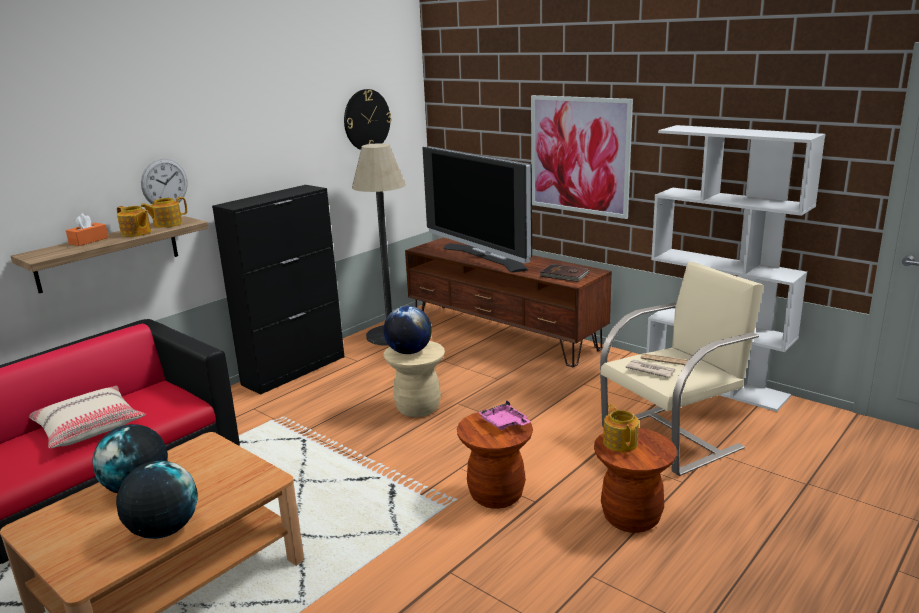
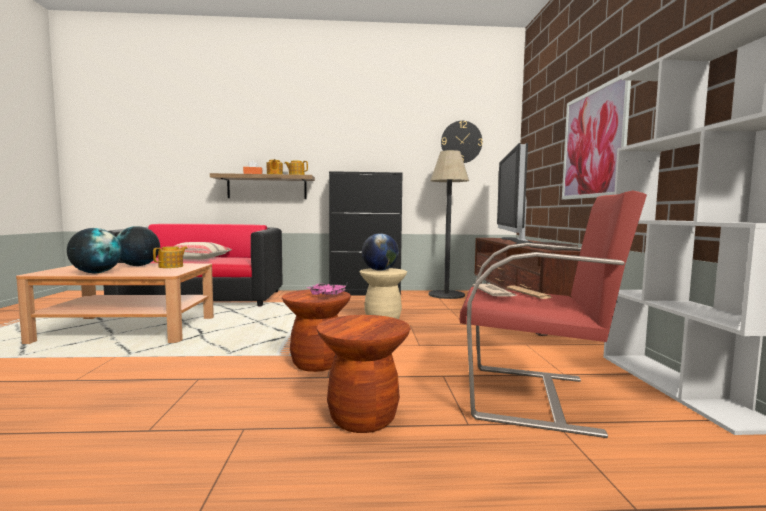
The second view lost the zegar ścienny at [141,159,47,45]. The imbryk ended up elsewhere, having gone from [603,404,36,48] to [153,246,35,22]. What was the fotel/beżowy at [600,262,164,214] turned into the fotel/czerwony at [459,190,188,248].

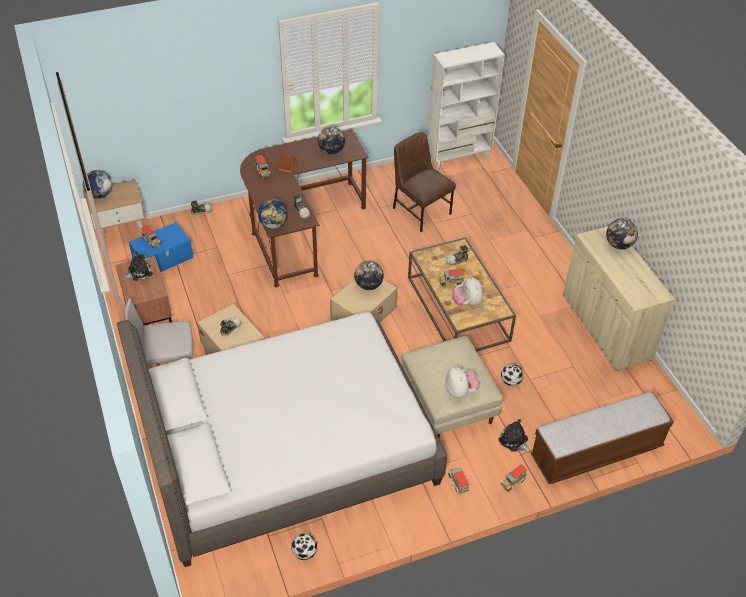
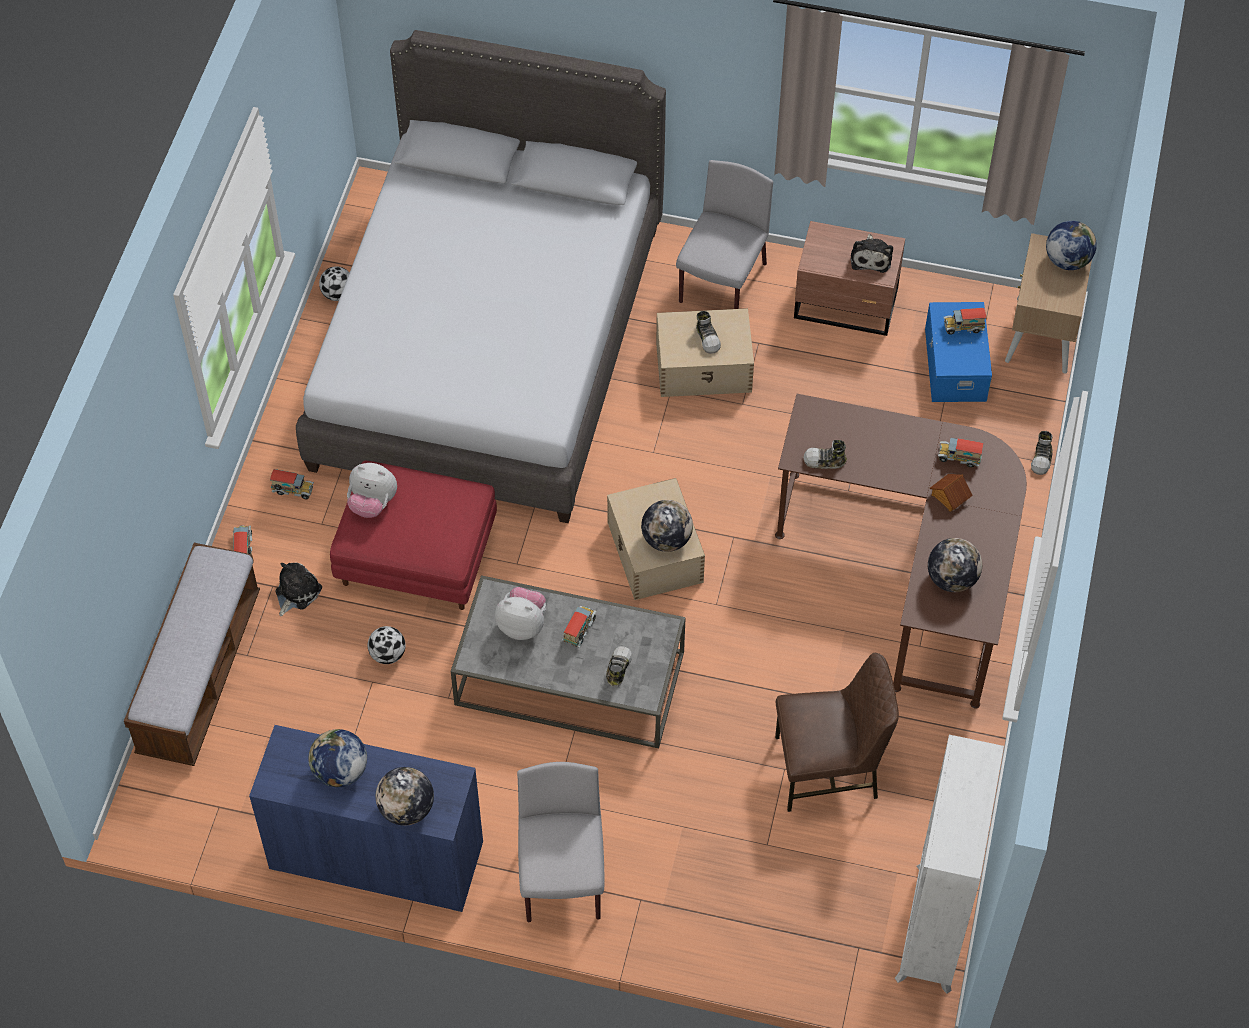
The second view gained the krzesło/szary at [517,762,88,160]. The globus ended up elsewhere, having gone from [258,199,30,30] to [308,729,59,58]. What was the pufa/beżowy at [401,336,102,102] turned into the pufa/czerwony at [330,461,167,149]. What was the ława/brązowy at [408,237,108,114] turned into the ława/szary at [451,575,235,173]. What was the szafka/beżowy at [563,226,112,145] turned into the szafka/niebieski at [249,725,234,187]. The pluszak at [499,419,33,33] ended up facing another way, 45 degrees counterclockwise from before.

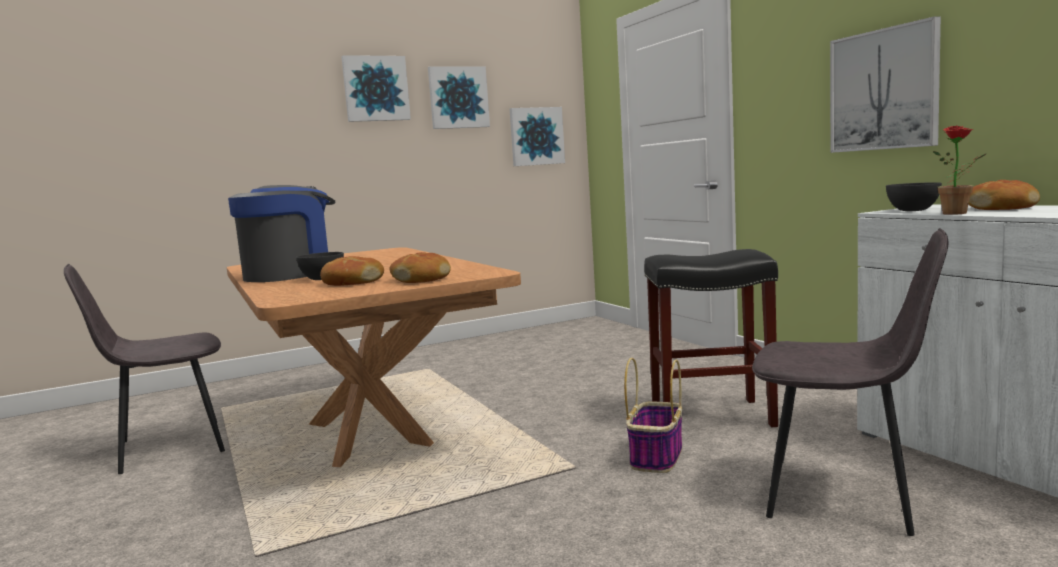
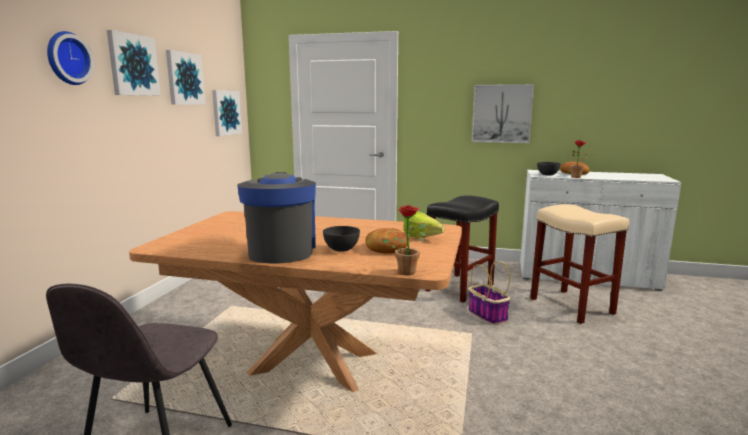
The second view gained the zegar ścienny at [47,31,47,54]. The second view gained the roślina doniczkowa at [381,205,45,70]. Where the chleb stood at [389,252,62,31], the sałata came to stand at [403,211,41,27]. Where the krzesło/szary stood at [752,228,197,308], the stołek/beżowy came to stand at [530,204,99,120].

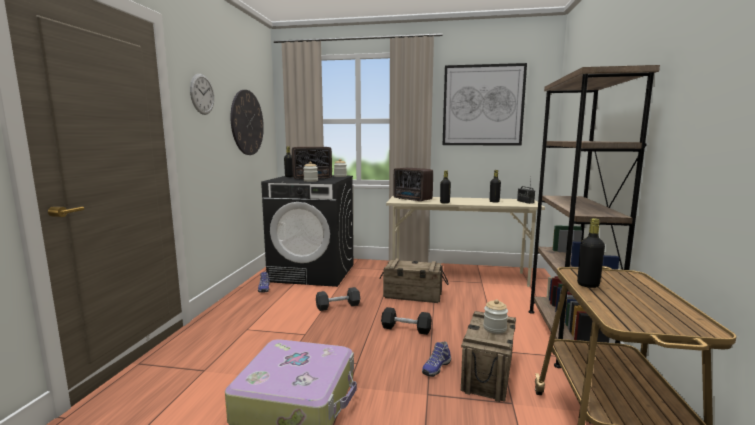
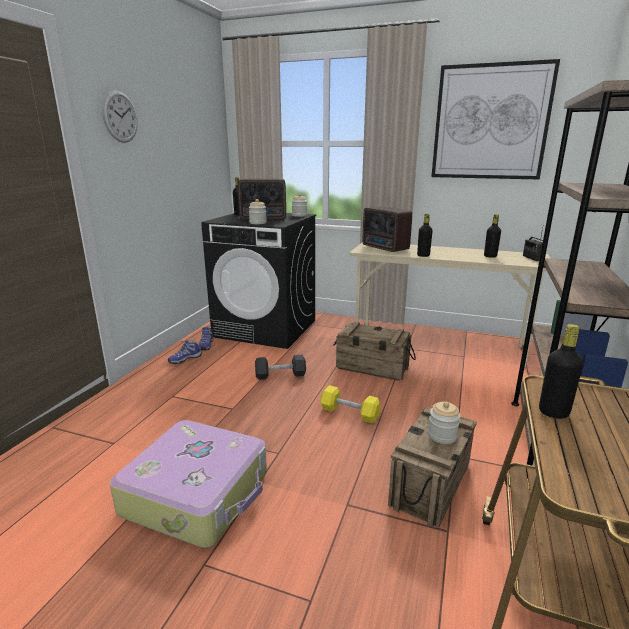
The second view lost the zegar ścienny at [231,90,33,65]. The but ended up elsewhere, having gone from [422,341,29,36] to [168,340,34,24]. What was the hantel/czarny at [381,307,51,28] turned into the hantel/żółty at [320,385,61,38].

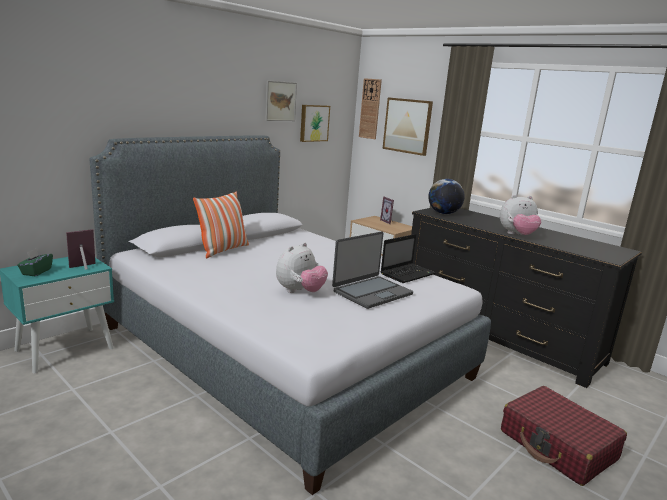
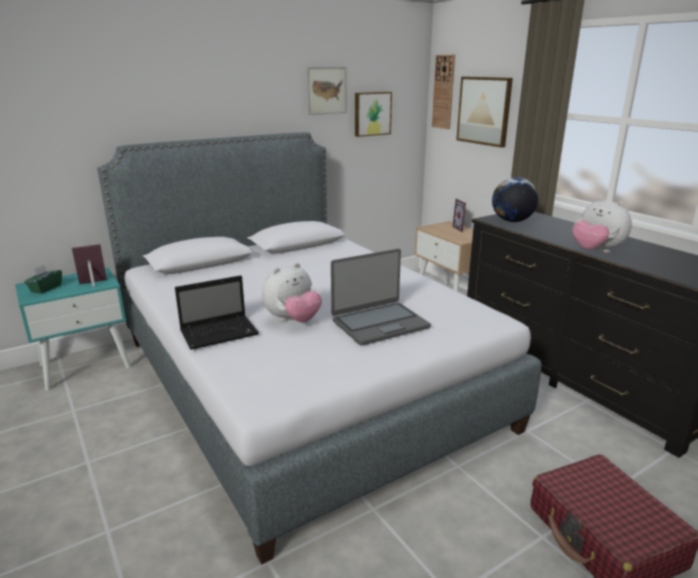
The second view lost the poduszka at [193,191,56,67]. The laptop ended up elsewhere, having gone from [381,234,55,49] to [175,275,84,75]. The pluszak at [500,195,41,40] ended up facing another way, 45 degrees clockwise from before.

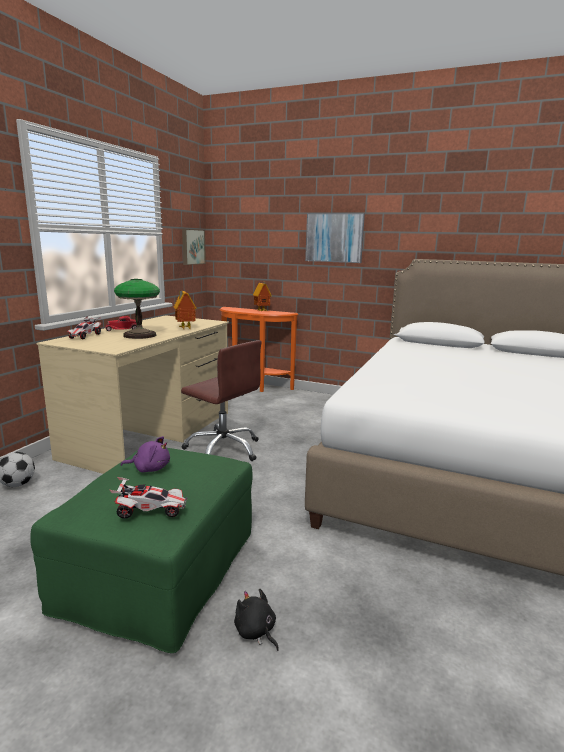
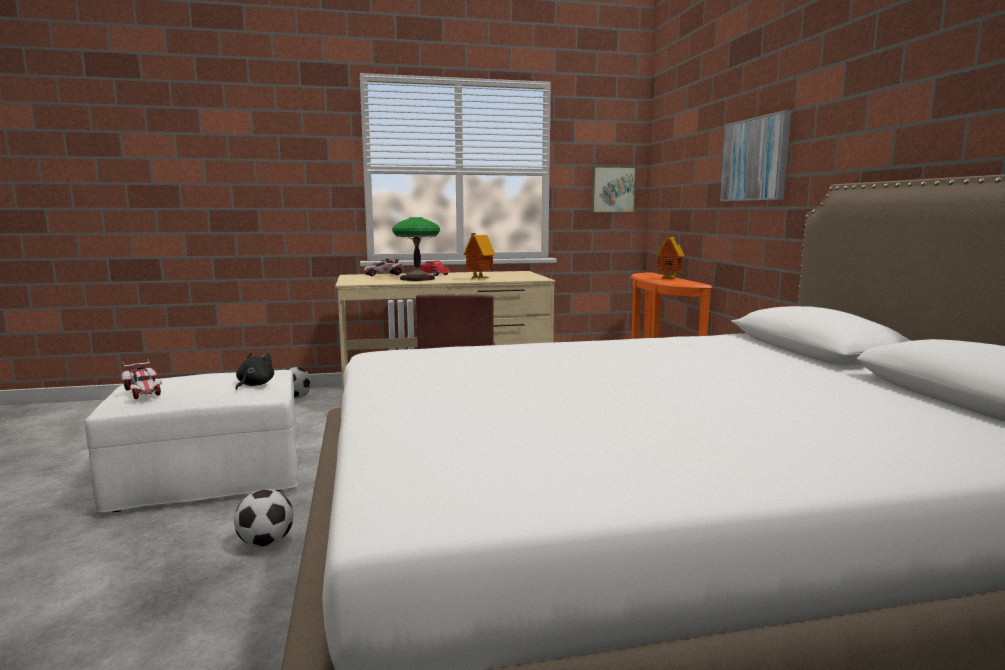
The second view lost the pluszak/fioletowy at [121,436,49,36]. The second view gained the piłka futbolowa at [234,489,59,58]. The pluszak/czarny ended up elsewhere, having gone from [234,589,45,62] to [235,352,39,38]. What was the pufa/zielony at [30,448,222,205] turned into the pufa/biały at [85,370,213,143].

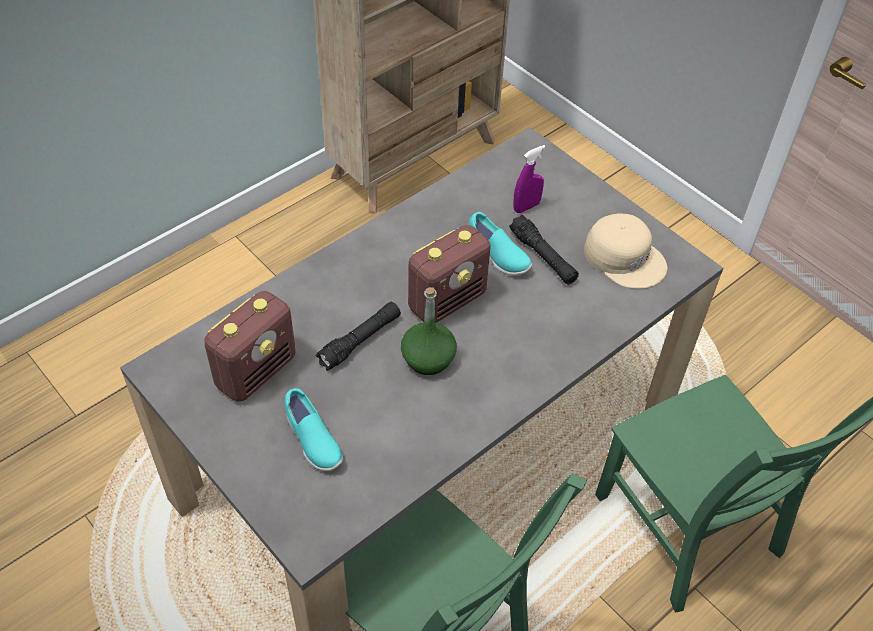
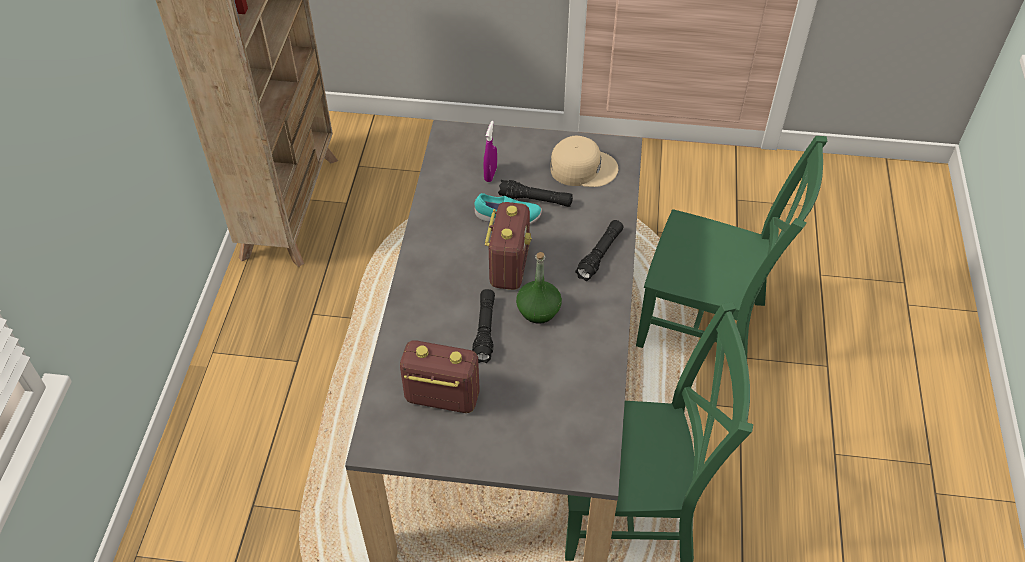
The second view lost the but/turkusowy at [285,388,58,83]. The second view gained the latarka/czarny at [575,220,48,61]. The radio at [204,291,92,111] ended up facing another way, 75 degrees counterclockwise from before.

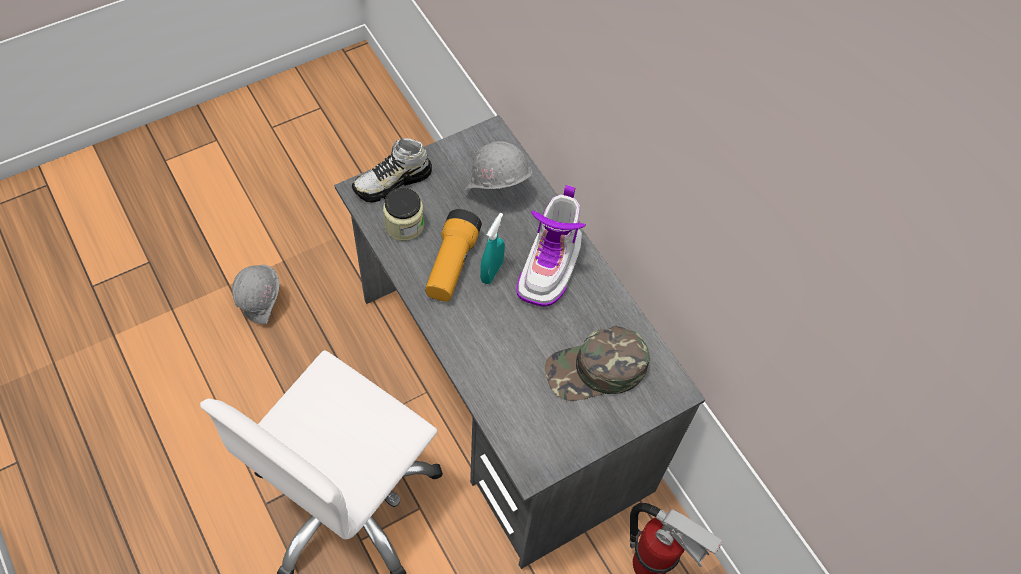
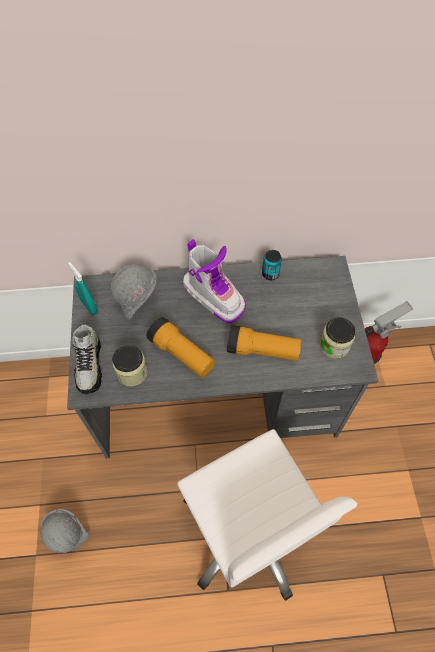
The second view lost the czapka z daszkiem/zielony at [545,325,104,76]. The second view gained the latarka at [227,325,75,36]. The second view gained the puszka at [262,250,20,30]. The second view gained the słoik at [320,317,35,41]. The spryskiwacz/turkusowy ended up elsewhere, having gone from [480,213,25,71] to [68,262,30,53].

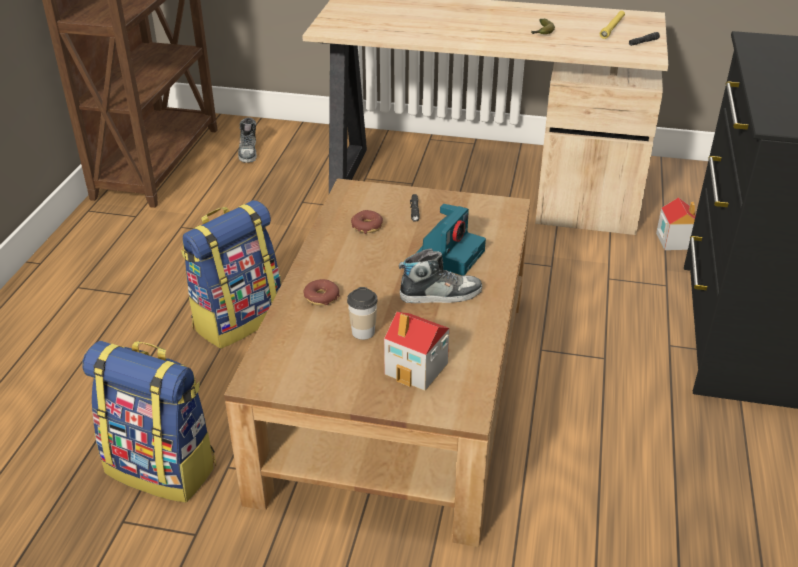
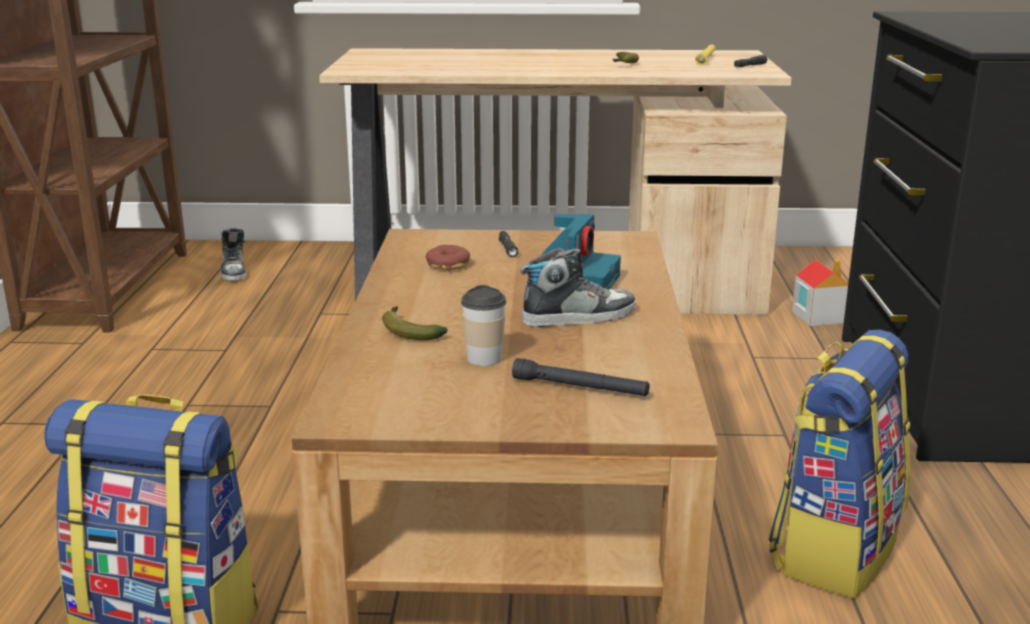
The plecak ended up elsewhere, having gone from [181,200,100,149] to [768,330,143,268]. Where the donut stood at [303,279,37,27], the banan came to stand at [382,306,66,34]. Where the domek stood at [384,312,65,79], the latarka/czarny came to stand at [512,358,138,38].

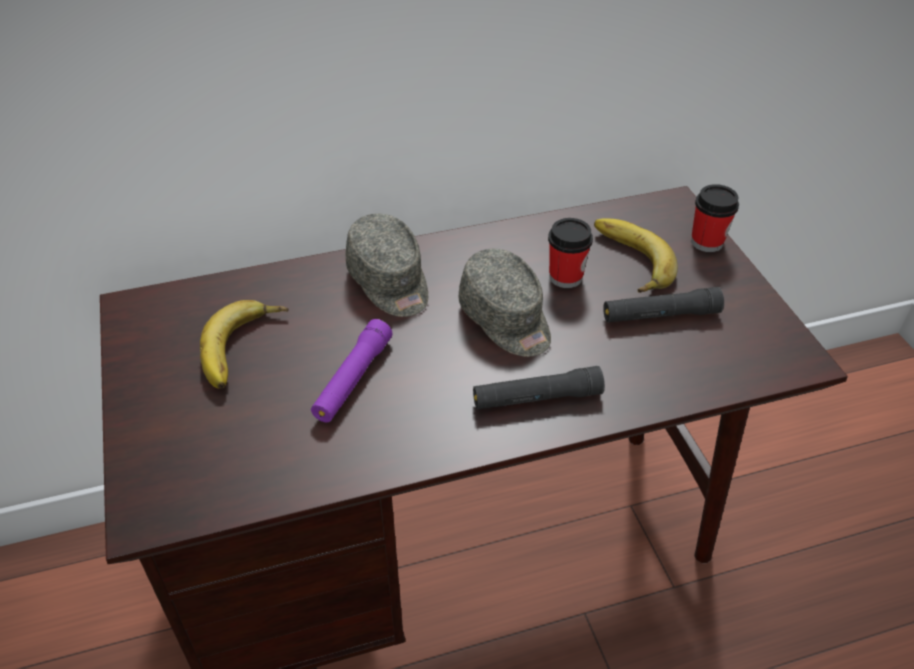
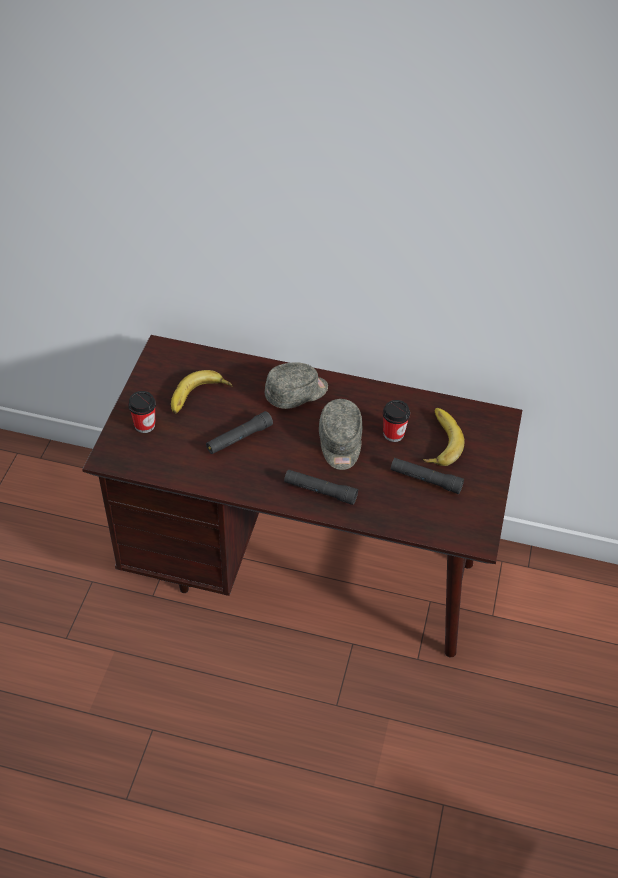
The filiżanka ended up elsewhere, having gone from [691,184,48,68] to [128,391,28,42]. What was the latarka/fioletowy at [311,319,81,103] turned into the latarka/czarny at [206,411,67,43]. The czapka z daszkiem/szary at [345,214,83,103] ended up facing another way, 120 degrees counterclockwise from before.

